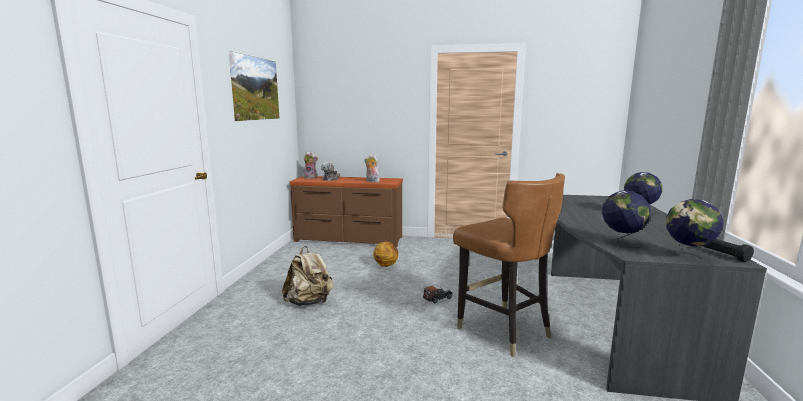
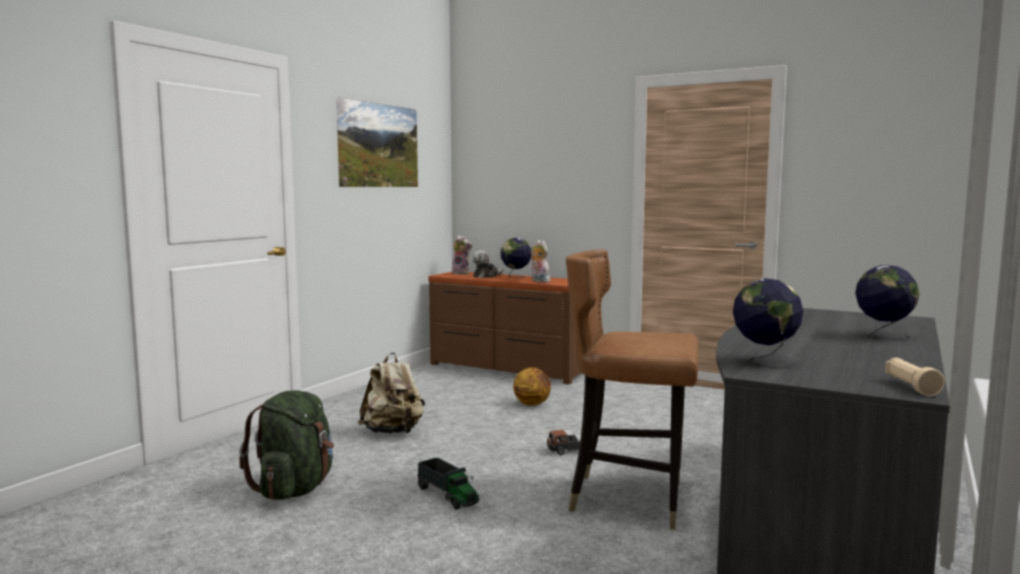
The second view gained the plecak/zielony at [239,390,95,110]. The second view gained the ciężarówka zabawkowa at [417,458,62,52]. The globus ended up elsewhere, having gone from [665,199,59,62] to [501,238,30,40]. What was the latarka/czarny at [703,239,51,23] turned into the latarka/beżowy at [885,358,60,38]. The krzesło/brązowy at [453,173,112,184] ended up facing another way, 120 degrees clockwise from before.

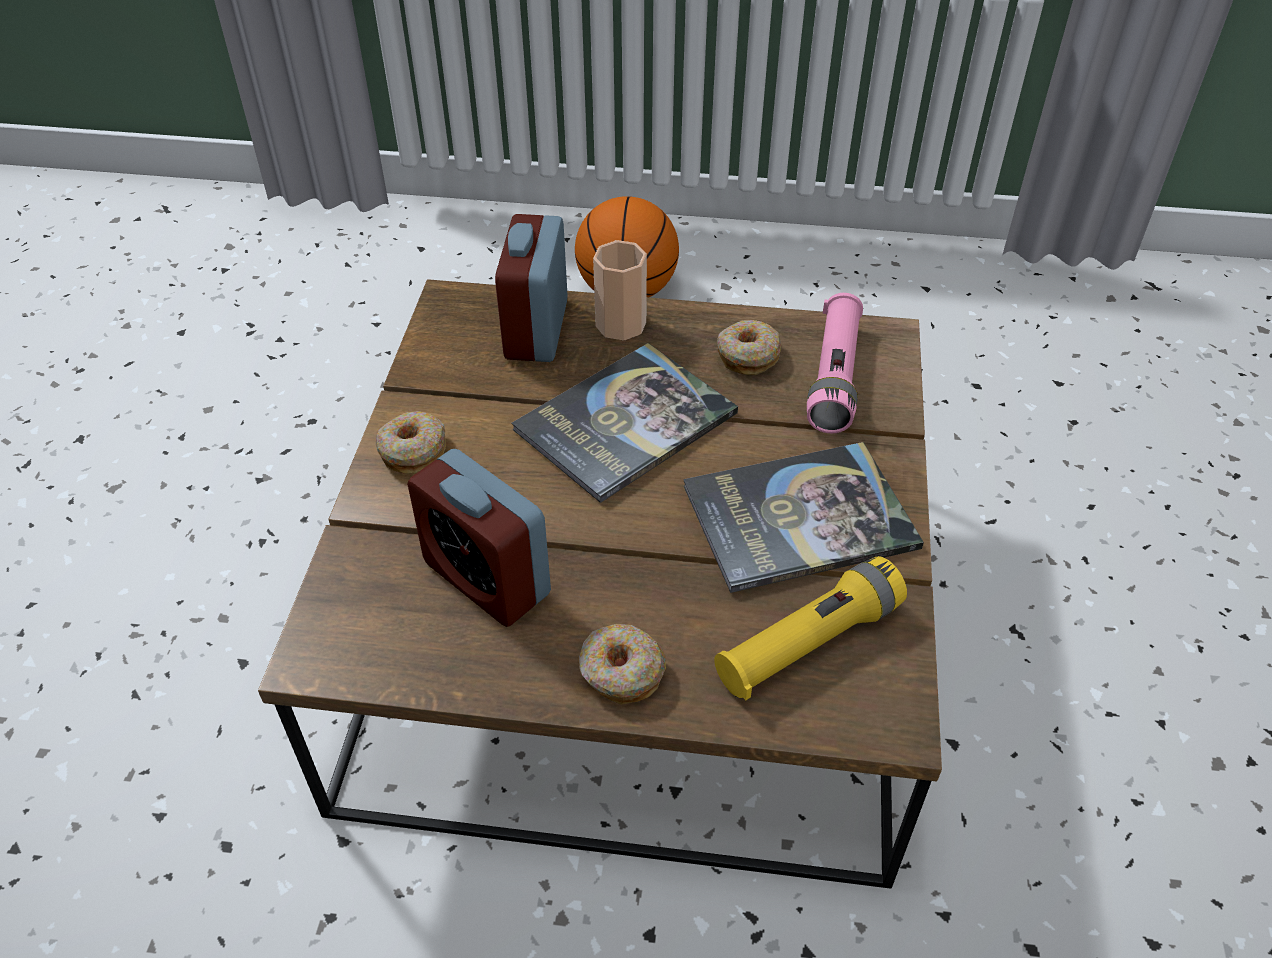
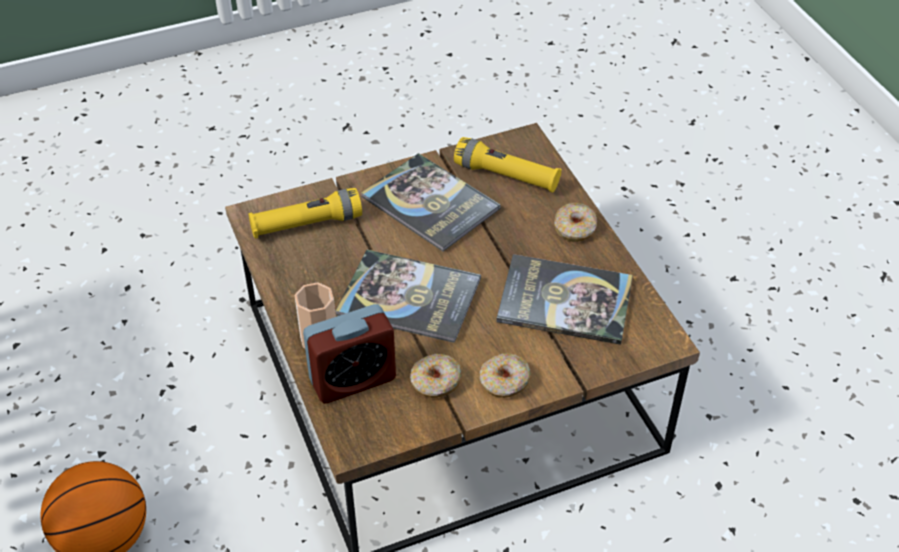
The donut ended up elsewhere, having gone from [717,320,64,55] to [410,354,52,44]. Where the budzik stood at [407,449,144,178], the książka came to stand at [496,254,137,91]. What was the latarka/różowy at [807,293,56,140] turned into the latarka/żółty at [248,188,114,51].

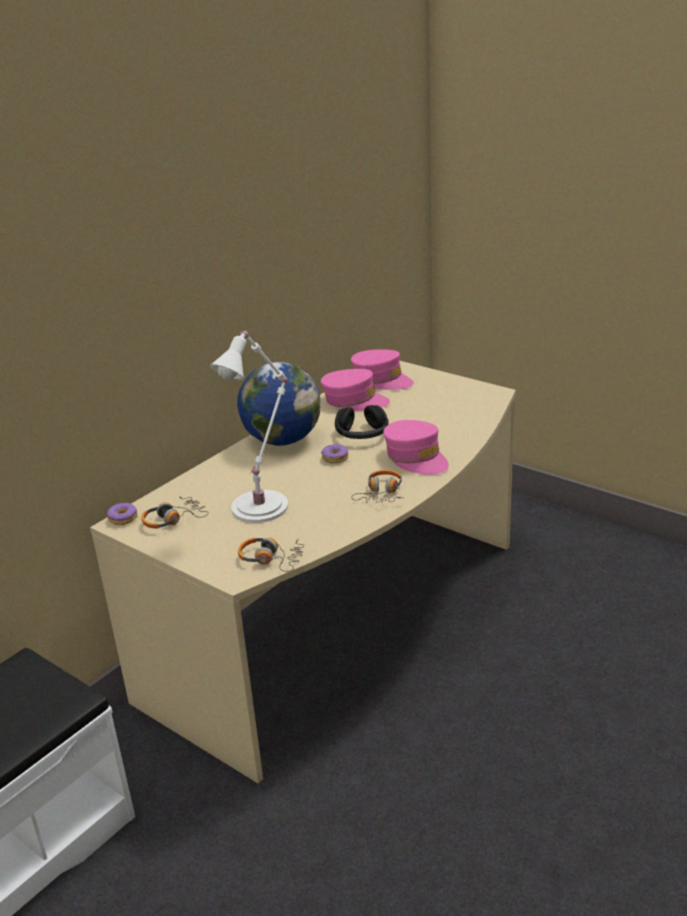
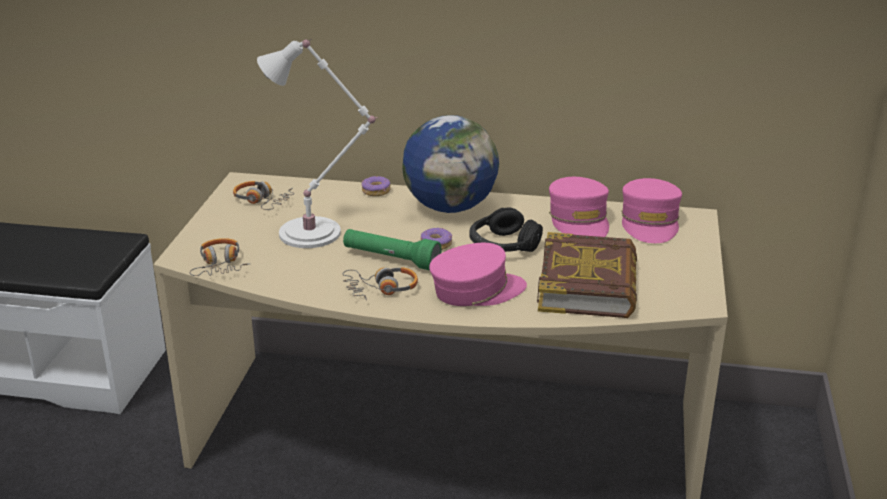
The second view gained the latarka/zielony at [343,229,98,41]. The second view gained the książka at [537,232,100,86]. The donut ended up elsewhere, having gone from [107,503,30,22] to [362,176,29,20]. The czapka z daszkiem/różowy at [383,420,66,55] ended up facing another way, 135 degrees counterclockwise from before.

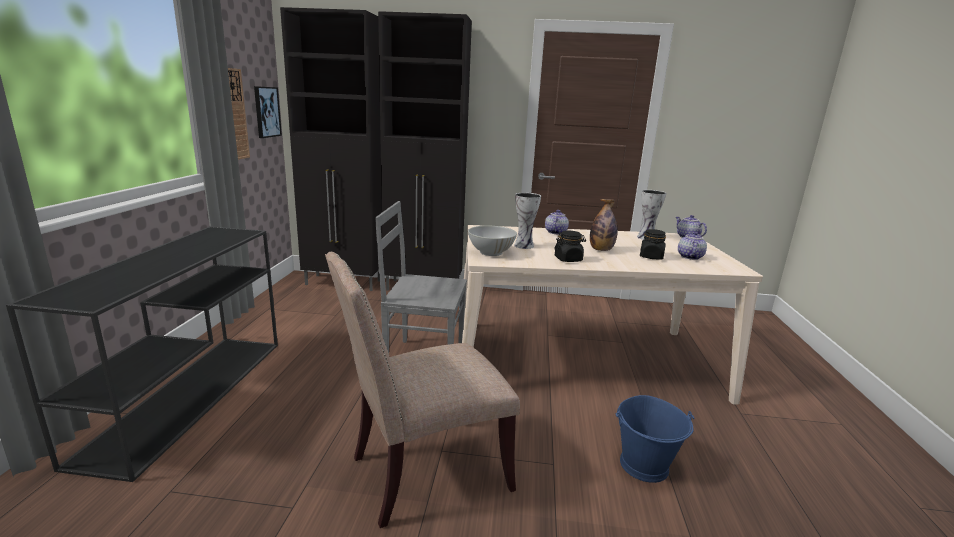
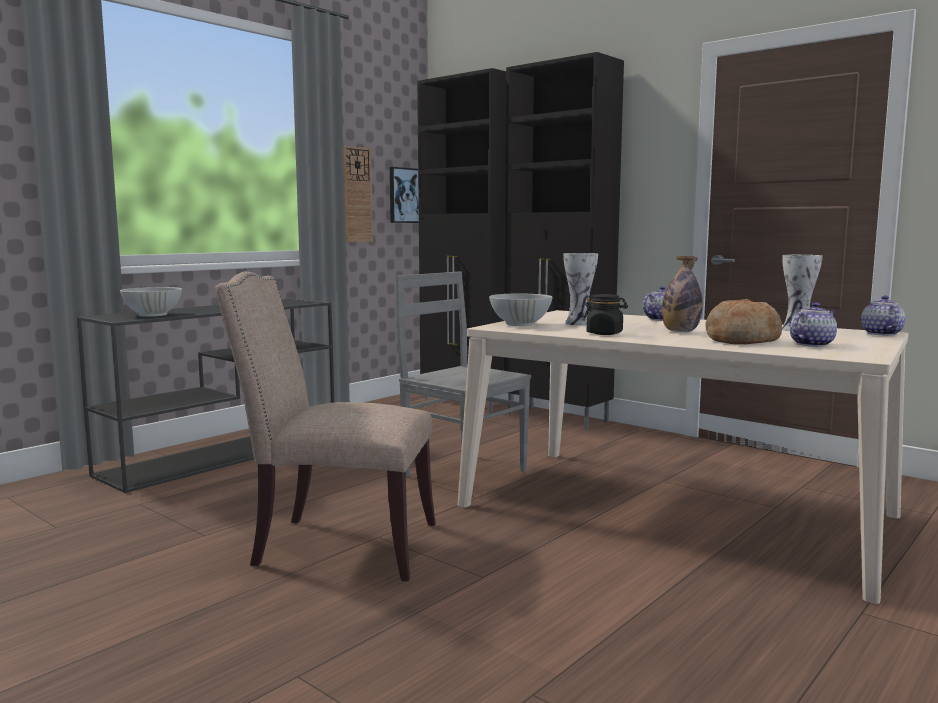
The second view lost the wiadro/niebieski at [616,395,78,88]. The second view gained the miska/biały at [120,287,62,30]. Where the słoik/czarny stood at [640,229,26,31], the chleb came to stand at [705,299,77,45].

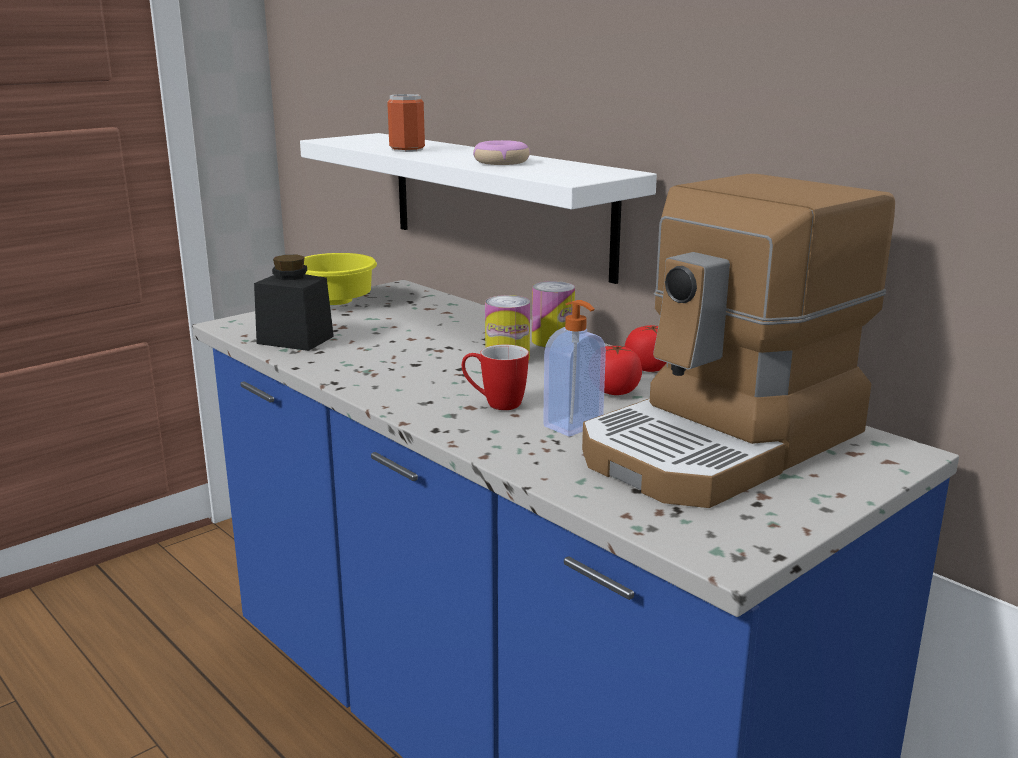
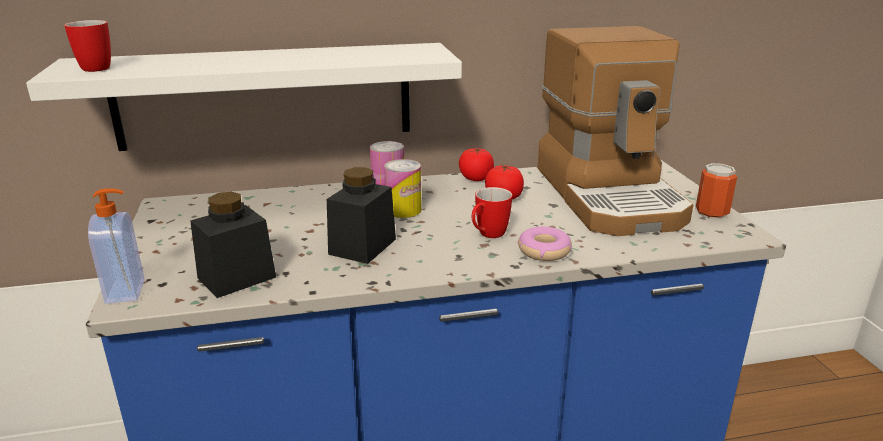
The second view lost the miska/żółty at [304,253,73,52]. The second view gained the kubek at [64,20,47,52]. The second view gained the słoik/czarny at [327,167,69,97]. The puszka ended up elsewhere, having gone from [387,94,38,58] to [696,163,41,56]. The donut ended up elsewhere, having gone from [473,140,57,25] to [518,227,54,34]. The dozownik mydła ended up elsewhere, having gone from [543,300,63,137] to [88,188,57,116].

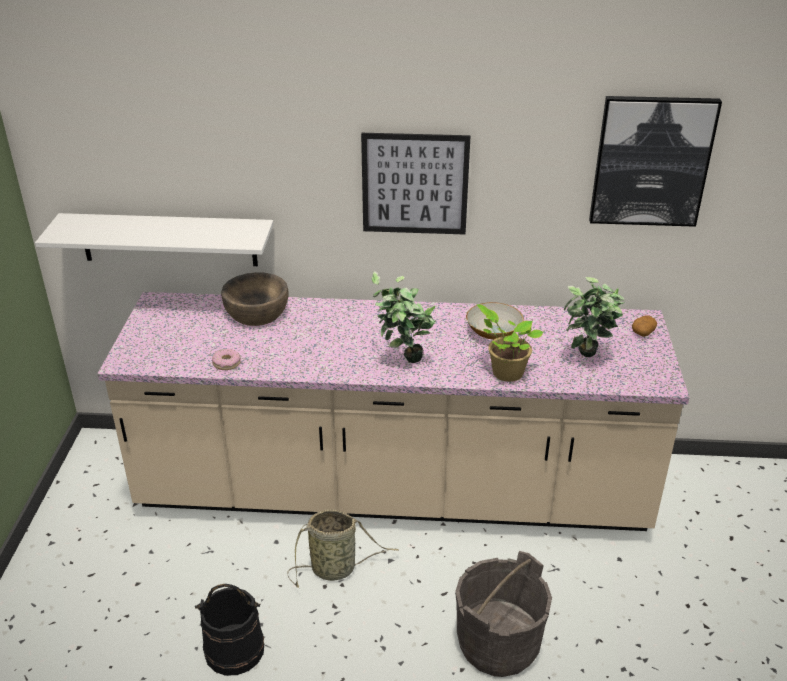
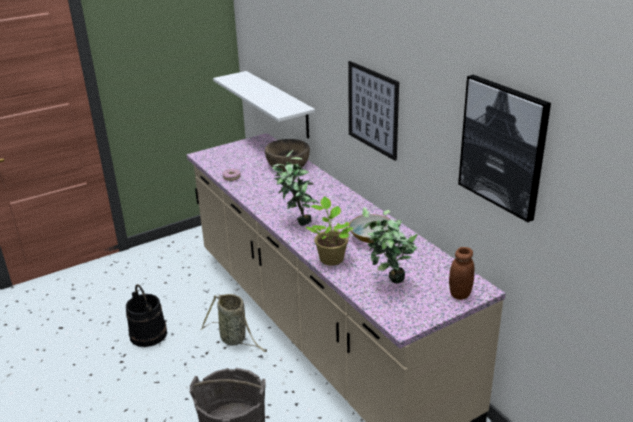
Where the ziemniak stood at [632,315,25,22], the słoik/brązowy came to stand at [449,247,25,53].

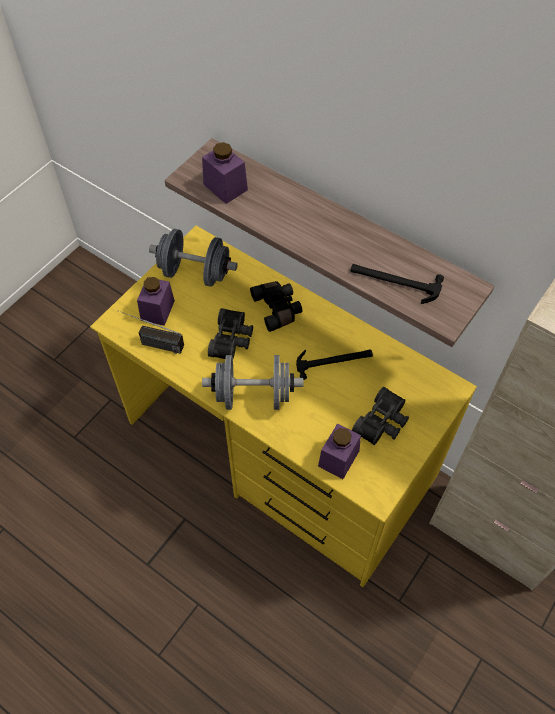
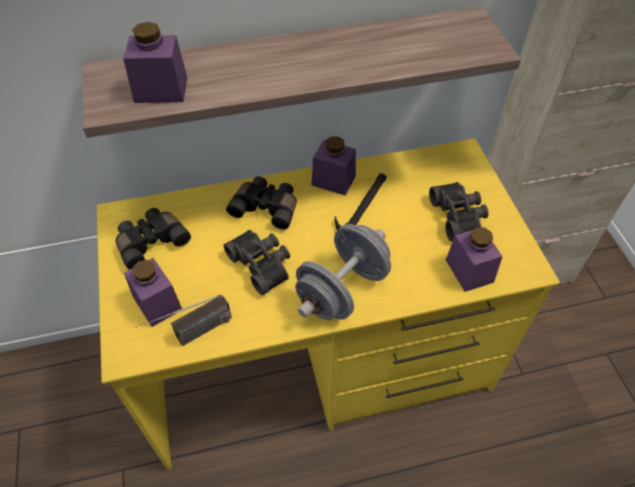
The second view lost the młotek at [350,264,94,40]. The second view gained the słoik/fioletowy at [312,136,44,60]. Where the hantel/szary stood at [149,229,89,58], the lornetka/czarny came to stand at [116,208,75,62].

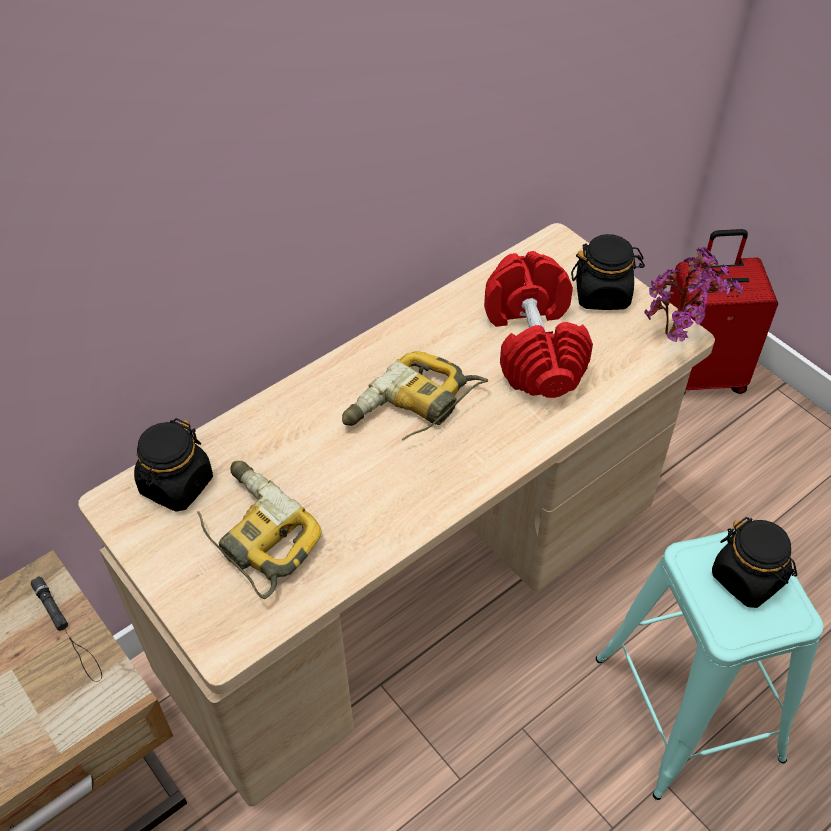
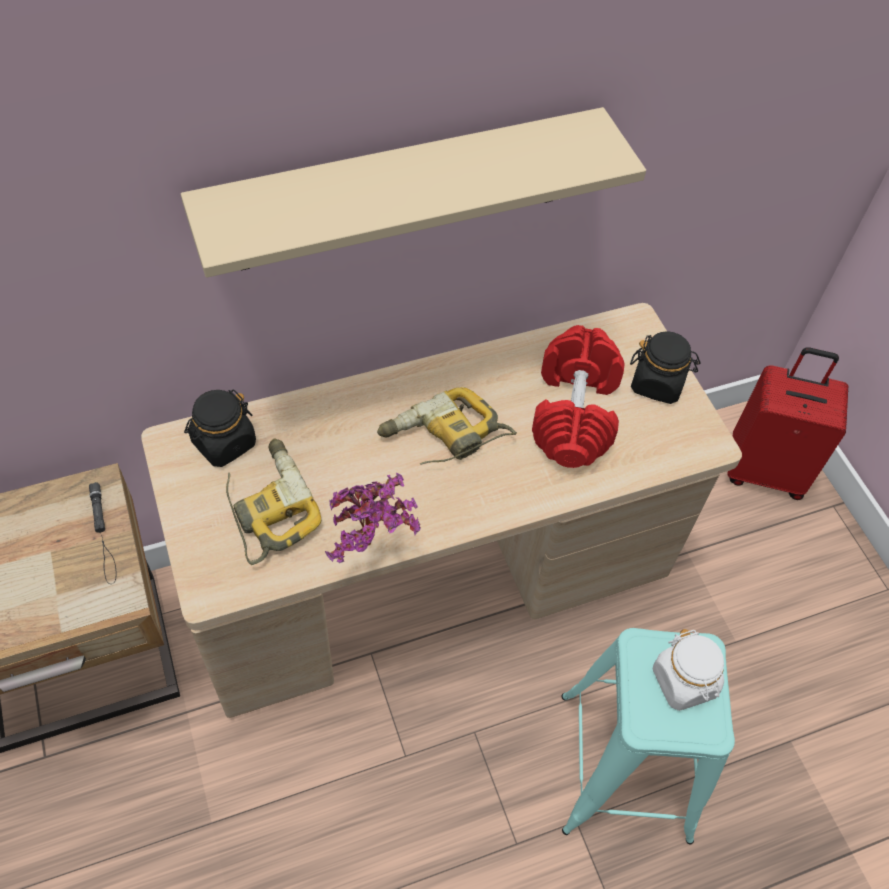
The second view gained the półka/beżowy at [181,107,465,171]. The roślina doniczkowa ended up elsewhere, having gone from [644,247,99,95] to [325,472,96,91]. What was the słoik/czarny at [712,517,85,91] turned into the słoik/biały at [652,629,72,82].

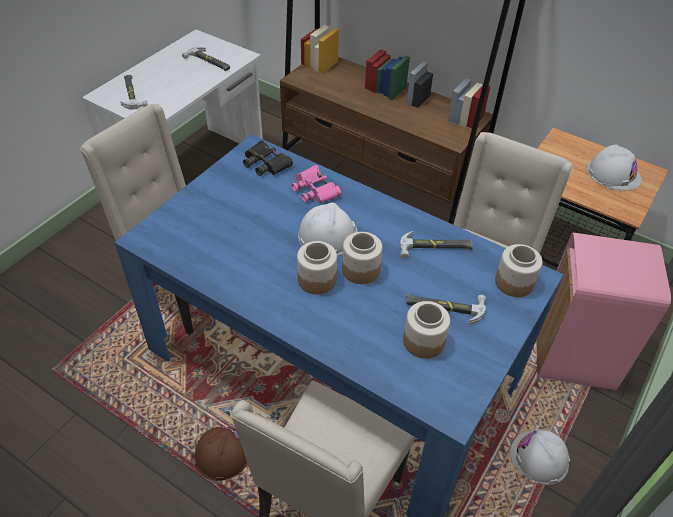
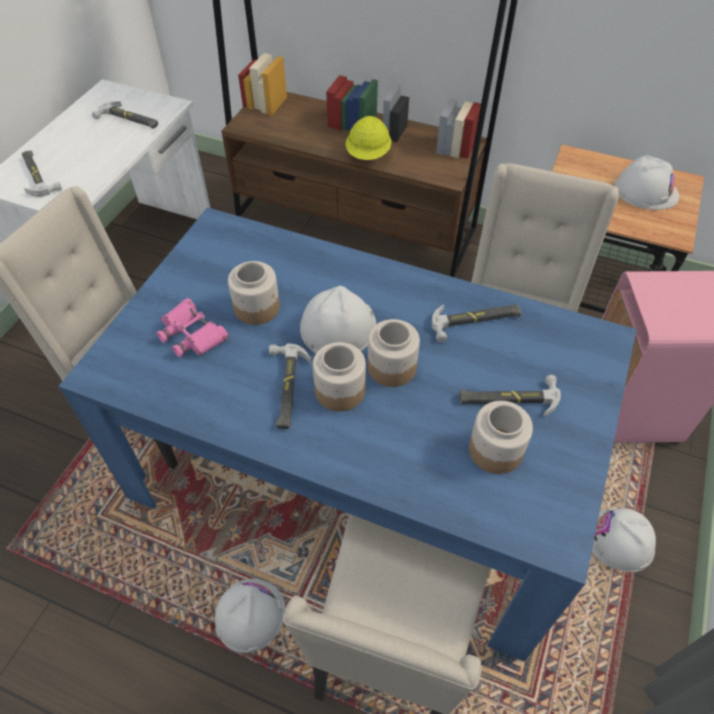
The second view lost the lornetka/czarny at [243,140,50,36]. The second view gained the młotek at [269,343,42,86]. The second view gained the kask/żółty at [346,116,45,44]. The lornetka/różowy ended up elsewhere, having gone from [291,165,51,39] to [156,298,73,59]. The słoik ended up elsewhere, having gone from [495,244,47,53] to [228,261,52,64]. What was the kask/brązowy at [194,426,54,55] turned into the kask/biały at [215,579,70,74].

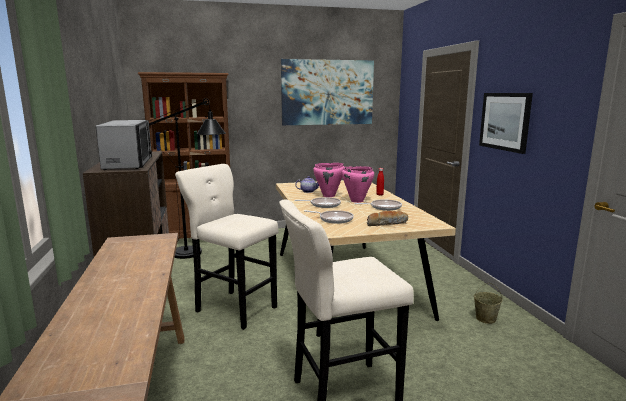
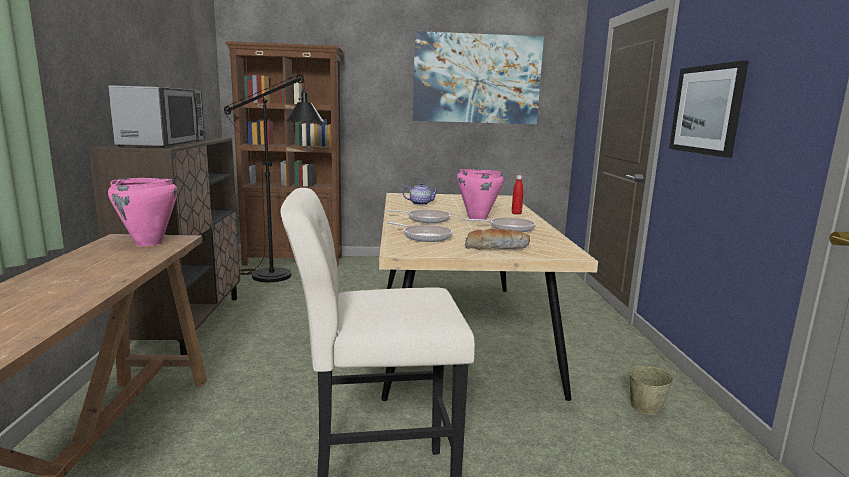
The second view lost the stołek/beżowy at [175,164,103,166]. The garnek/różowy ended up elsewhere, having gone from [313,163,31,34] to [108,178,69,68].

